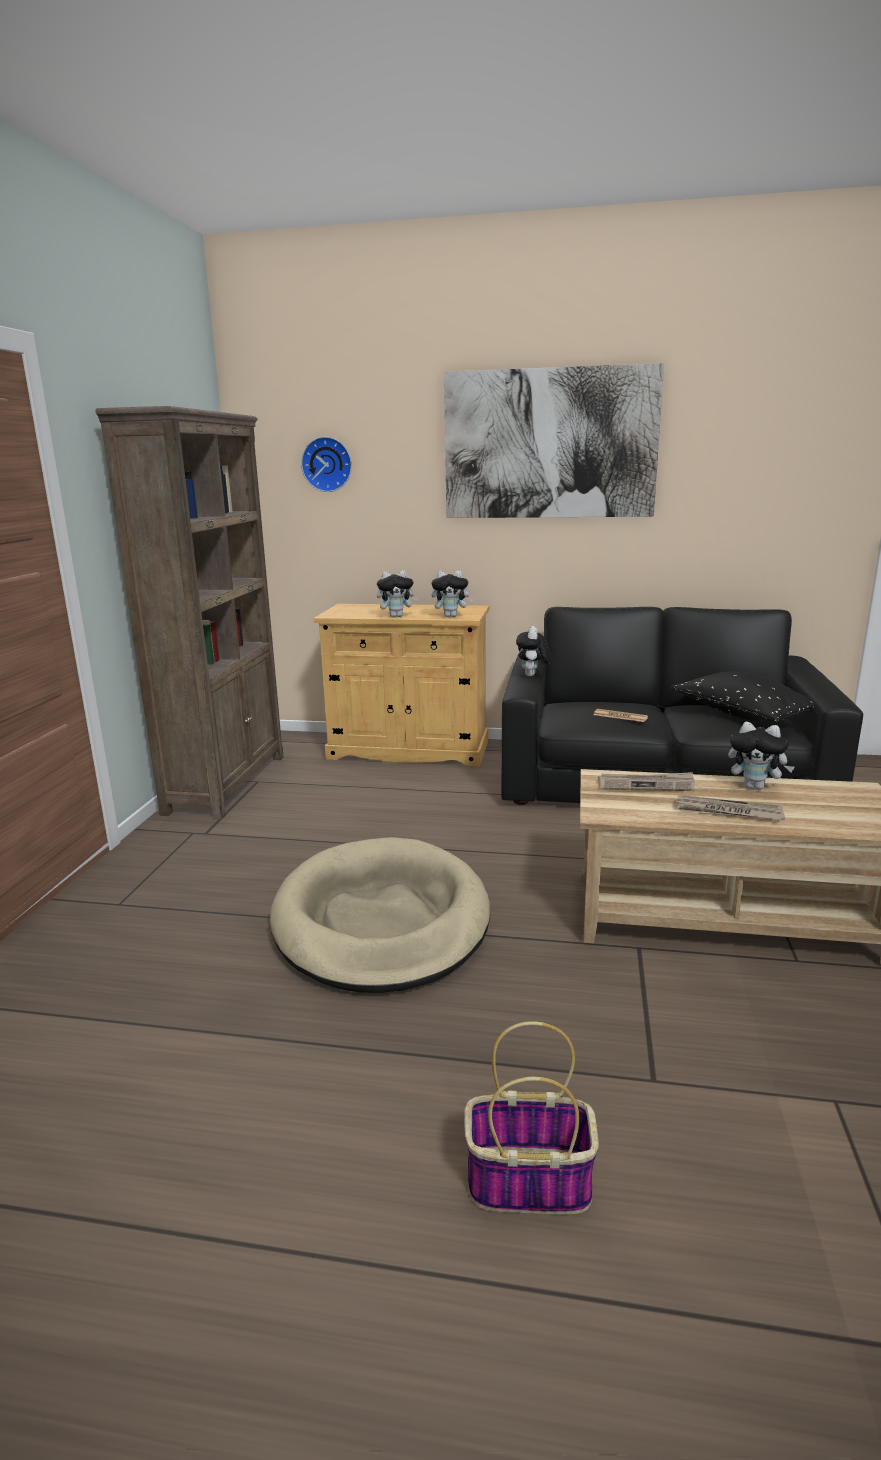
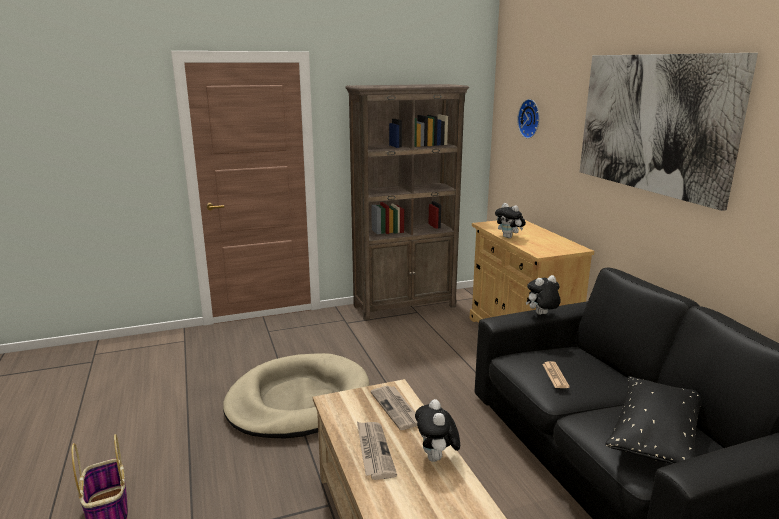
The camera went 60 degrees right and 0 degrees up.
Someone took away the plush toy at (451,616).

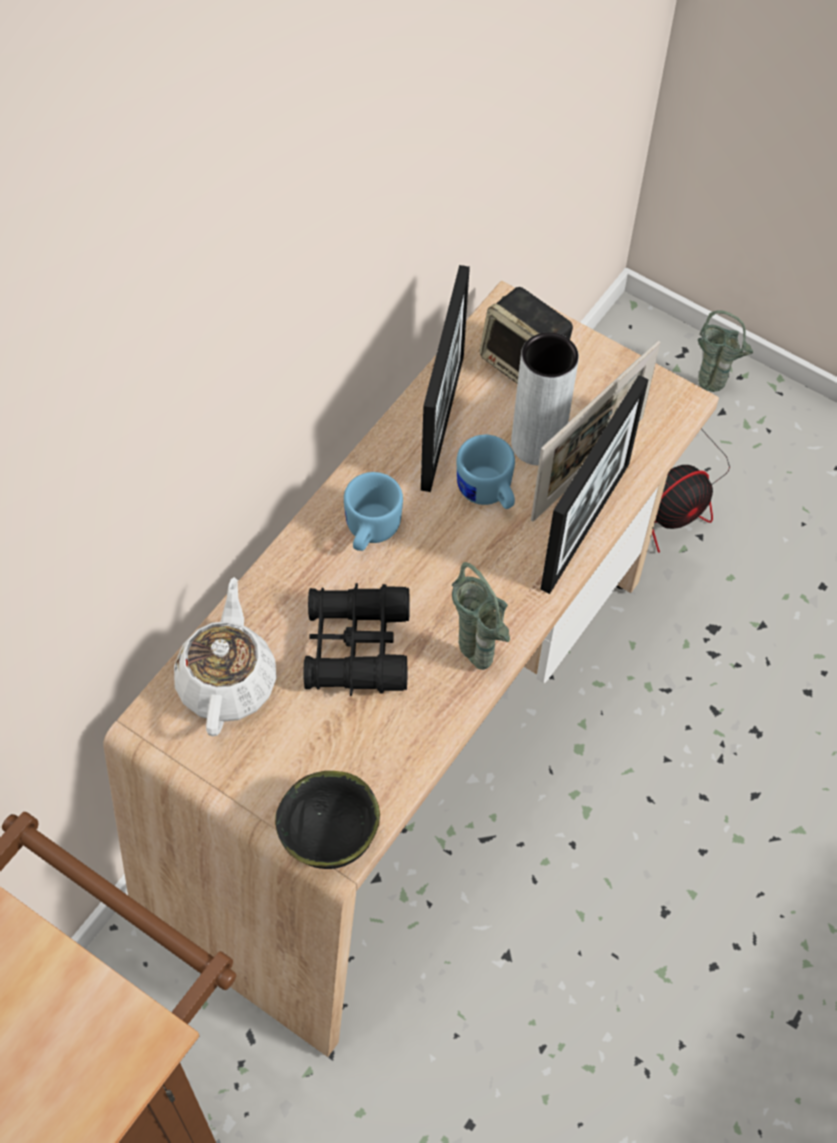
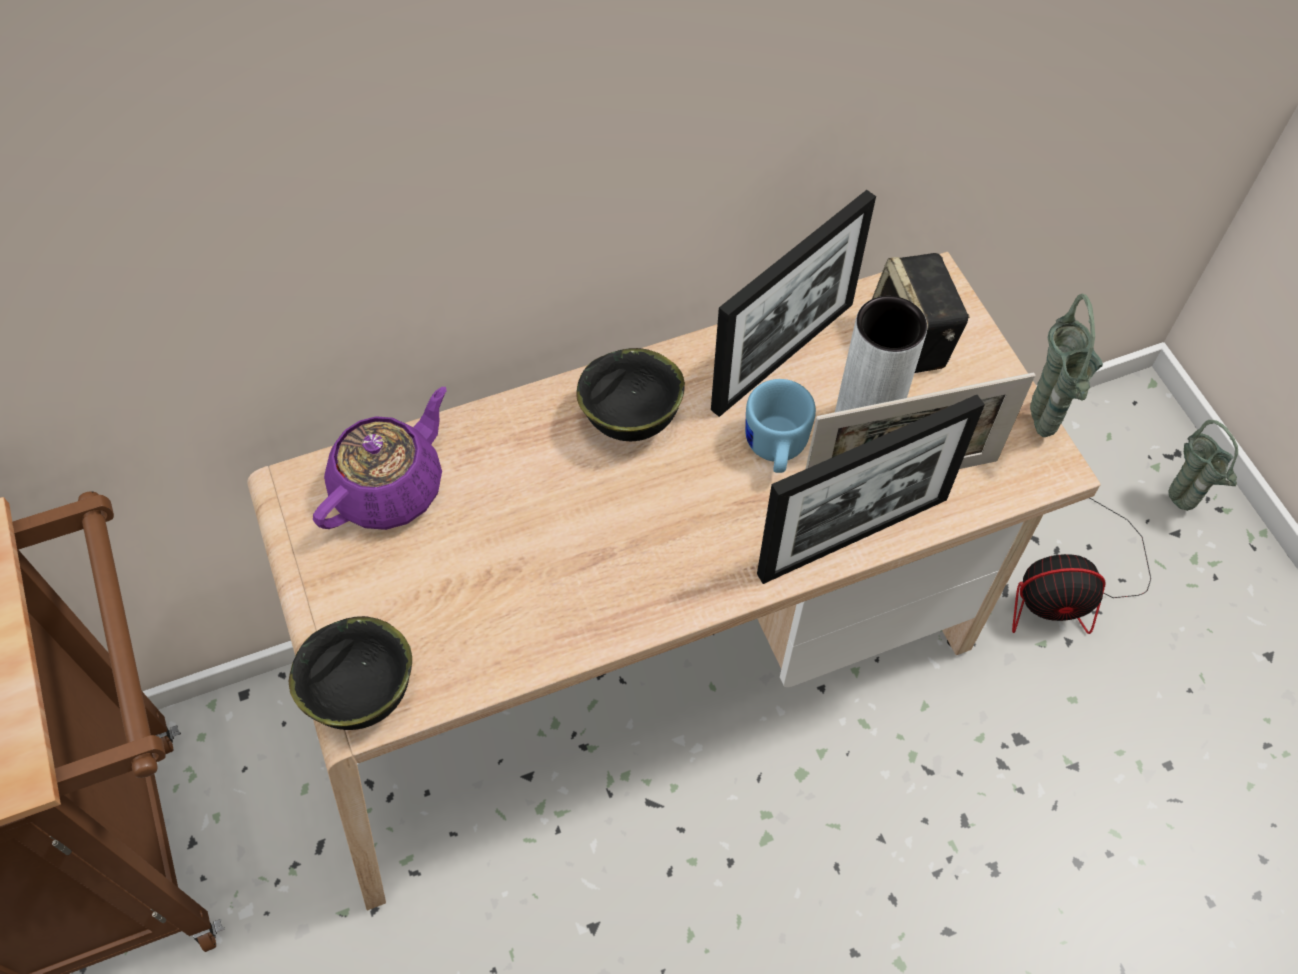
The camera went 35 degrees right and 0 degrees up.
Someone repainted the teapot (white) at (227,681), which became the teapot (purple) at (390,487).
Someone swapped the mug (blue) at (369,532) for the bowl (black) at (630,422).
Someone carried the vase (green) from (478,664) to (1040,432).
Someone took away the binoculars (black) at (356,647).

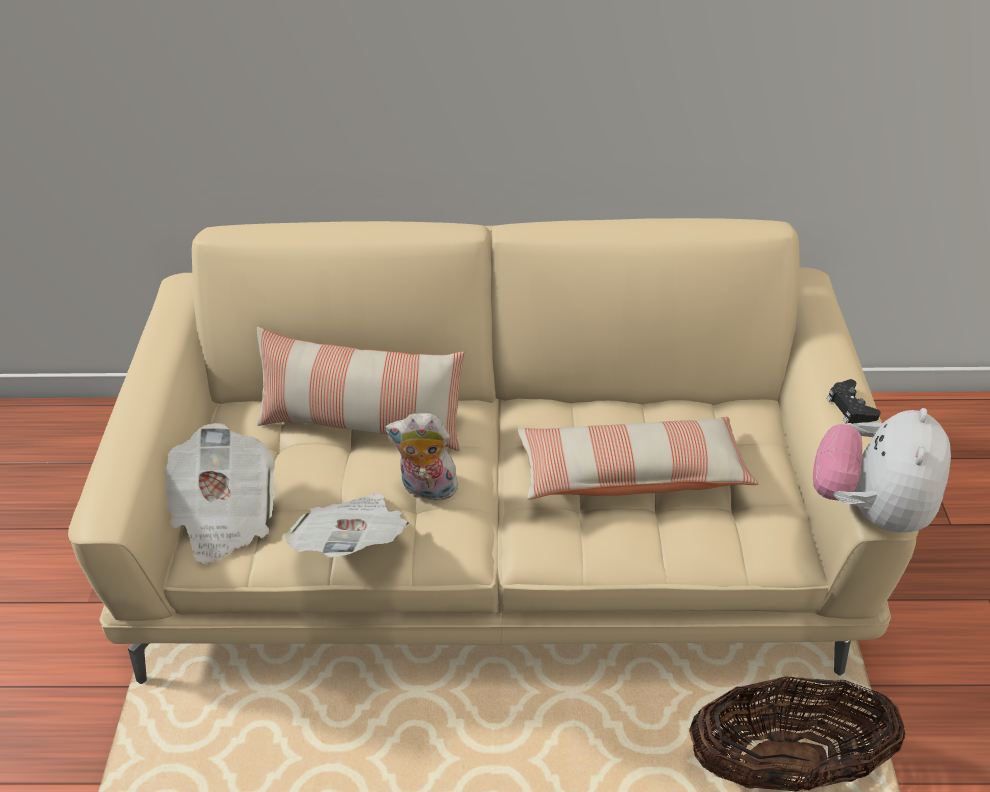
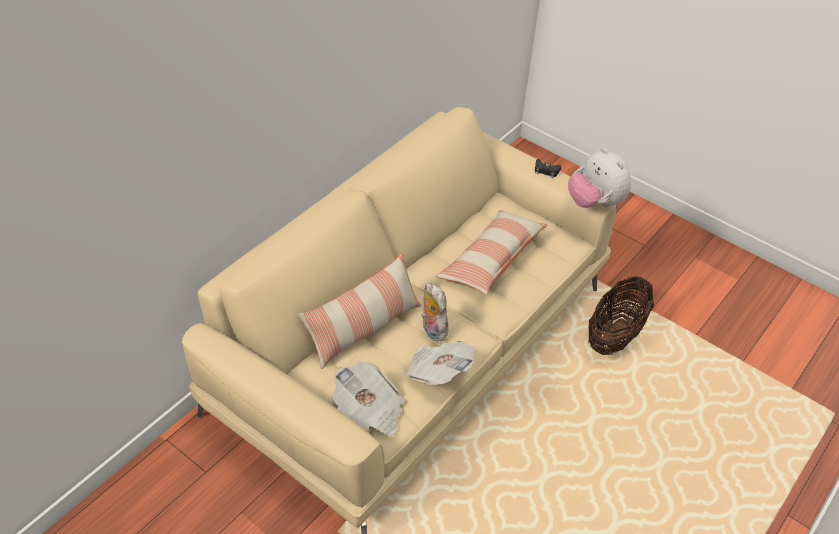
The camera went 55 degrees left and 0 degrees up.
Someone rotated the plush toy at (427,489) by 105 degrees clockwise.

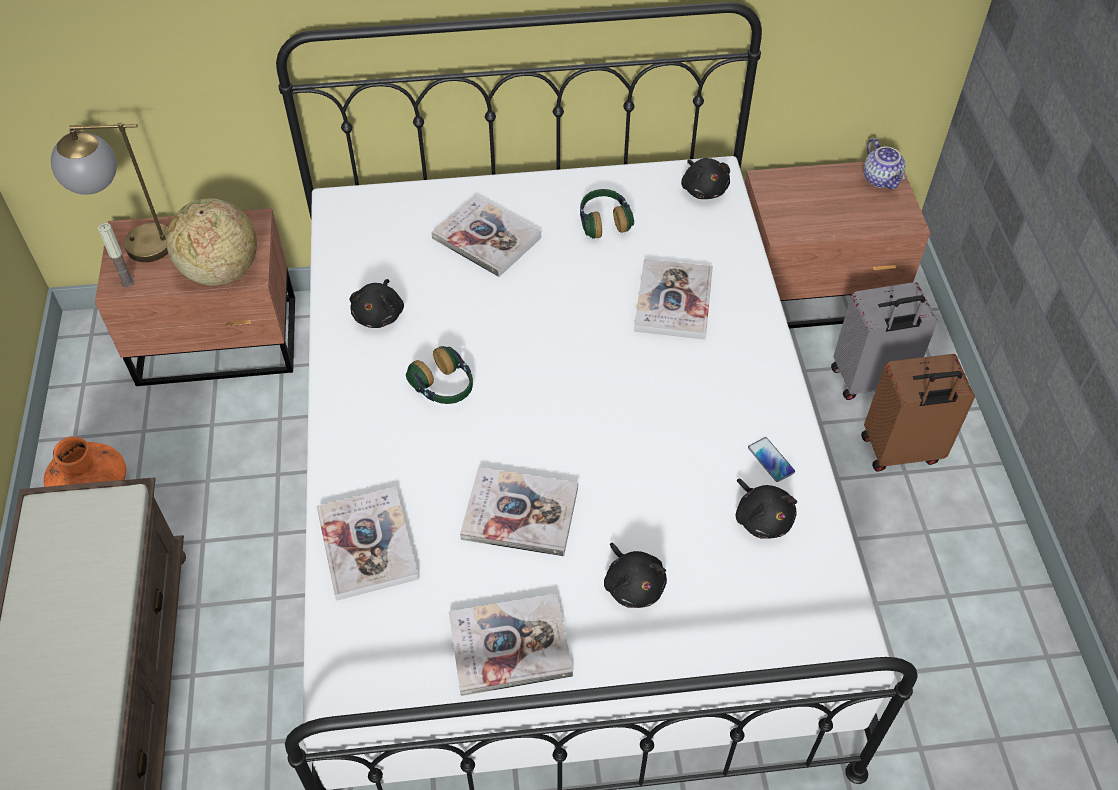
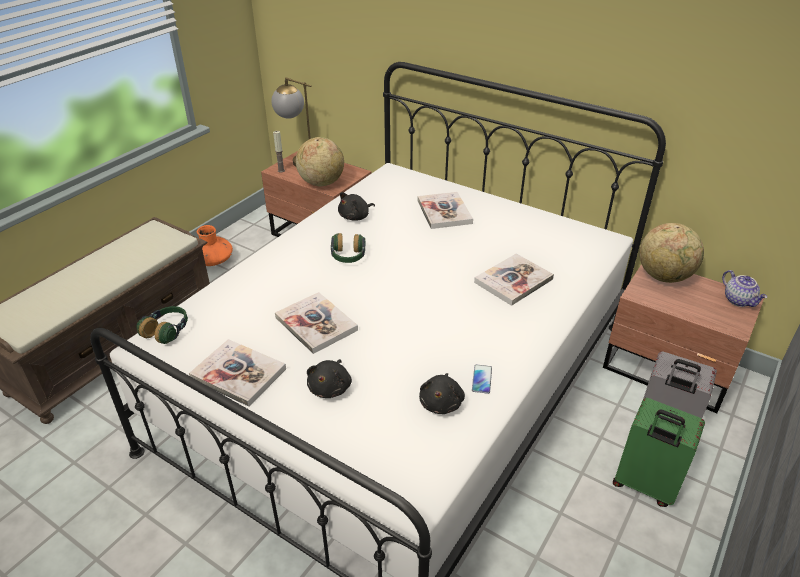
The camera went 40 degrees right and 15 degrees down.
Someone carried the headphones from (604,221) to (167,331).
Someone repainted the suitcase (brown) at (901,451), which became the suitcase (green) at (644,485).
Someone put down the globe at (664,276).
Someone rotated the teapot at (882,179) by 45 degrees counterclockwise.
Someone took away the book at (367,544).
Someone took away the plush toy (black) at (703,189).

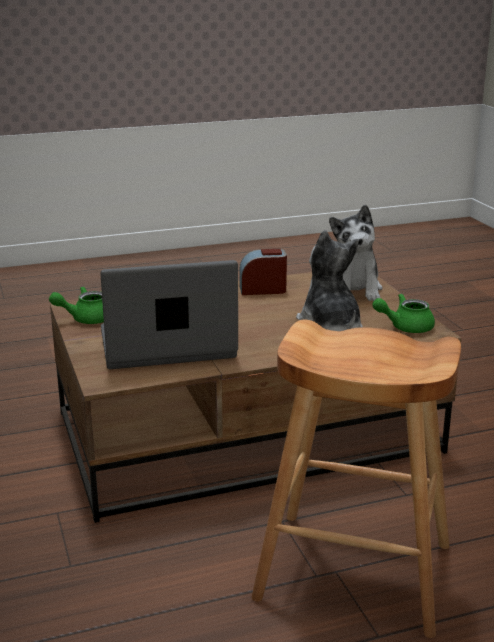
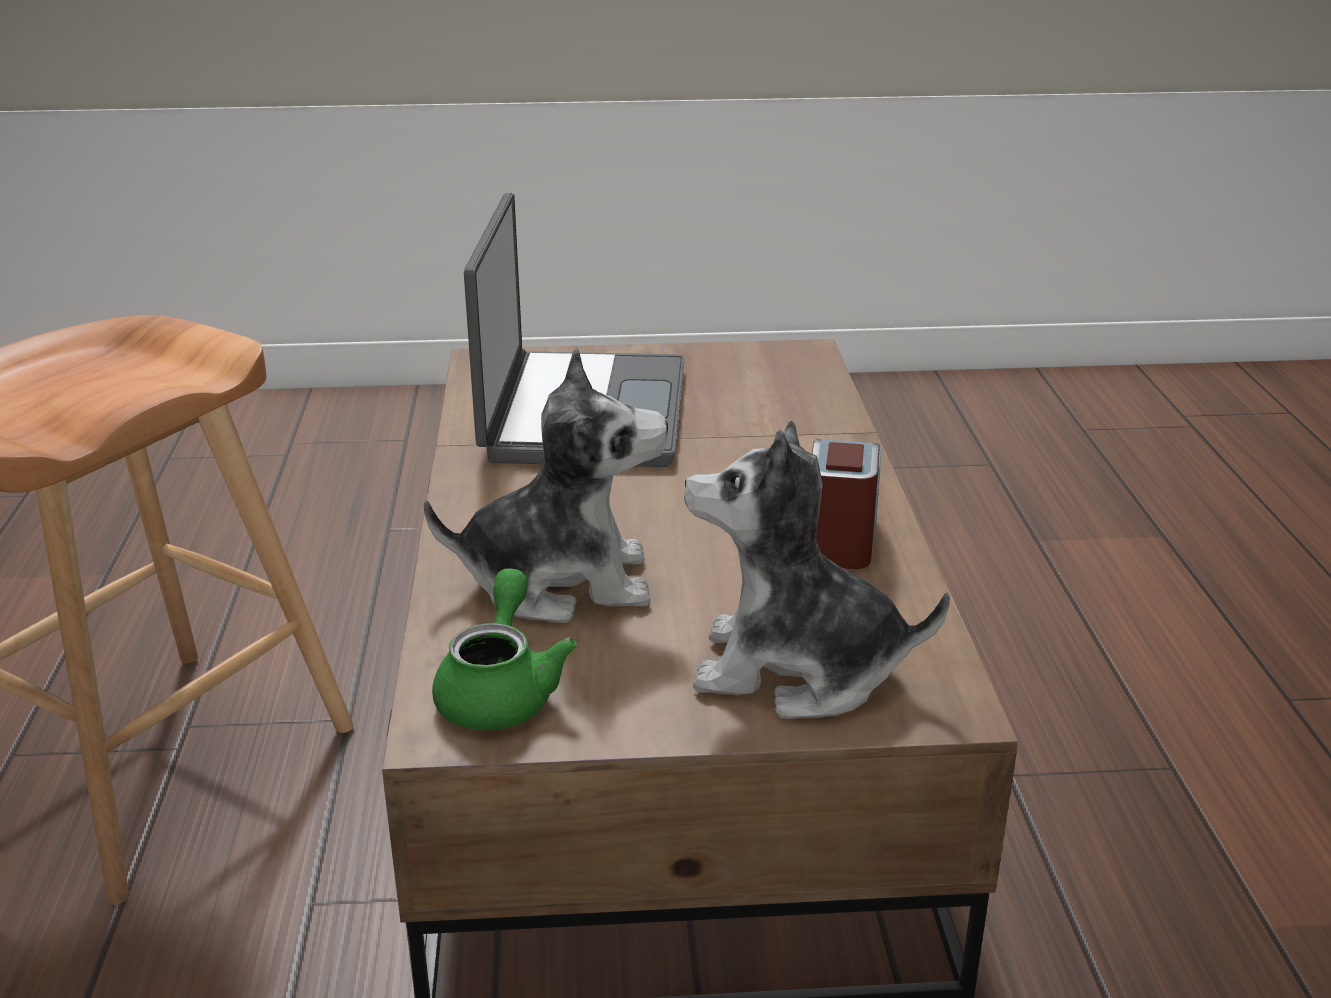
The camera went 105 degrees right and 5 degrees up.
Someone took away the teapot (green) at (86,319).

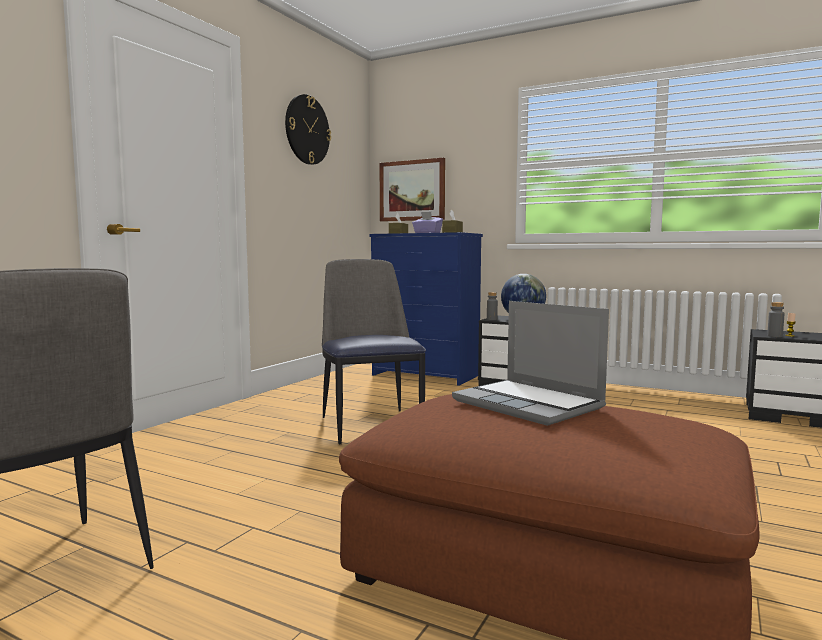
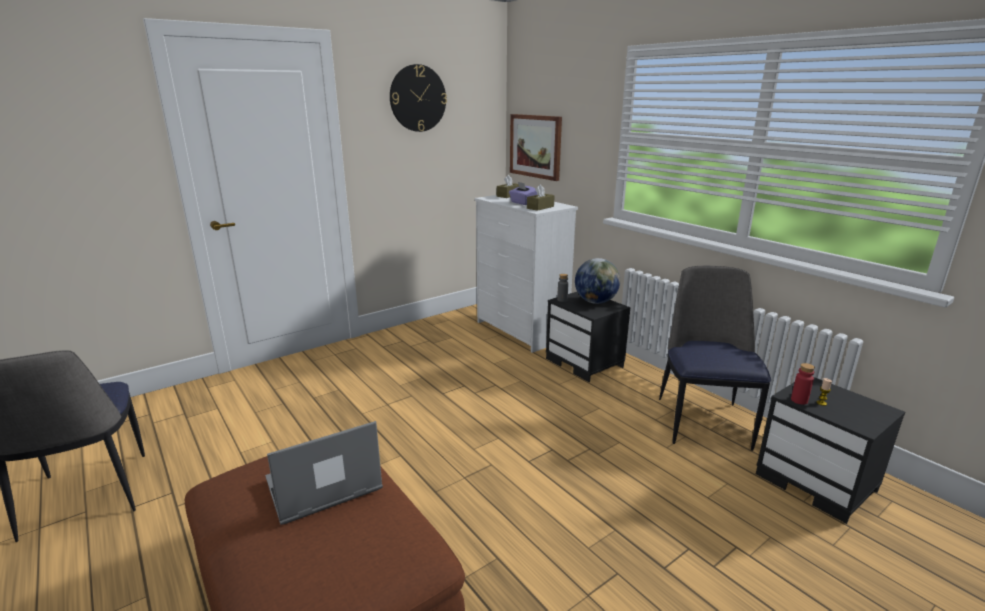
The camera went 25 degrees right and 15 degrees up.
Someone rotated the laptop at (530,404) by 75 degrees clockwise.
Someone repainted the dresser (blue) at (426,375), which became the dresser (white) at (521,331).
Someone carried the chair from (370,425) to (703,421).
Someone repainted the bottle (grey) at (774,336), which became the bottle (red) at (799,400).

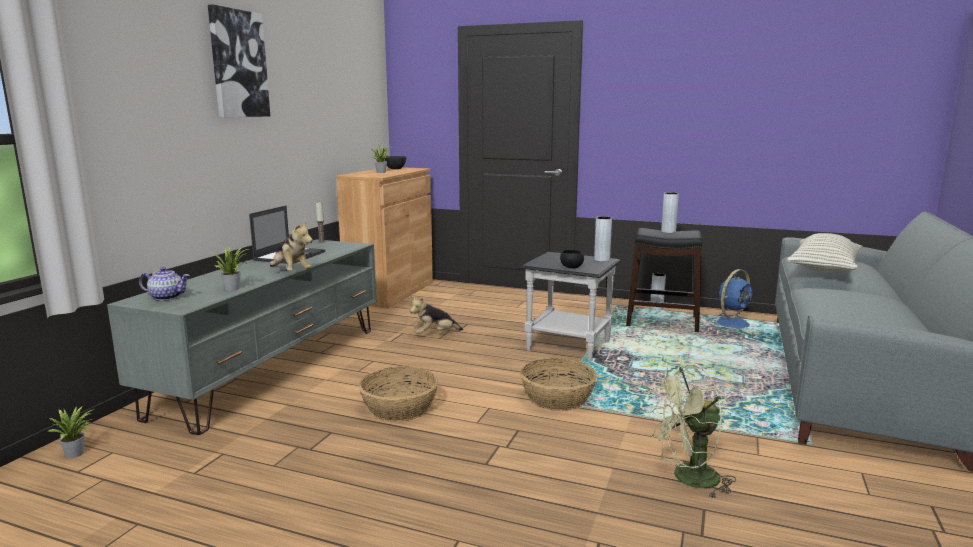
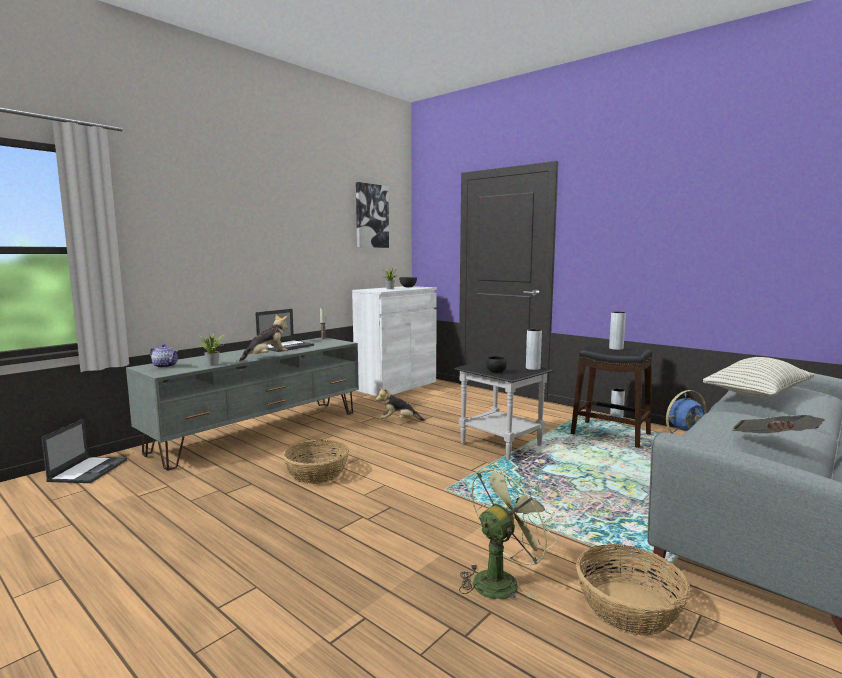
The camera went 20 degrees right and 5 degrees down.
Someone swapped the potted plant at (77,453) for the laptop at (89,470).
Someone rotated the plush toy at (290,272) by 105 degrees counterclockwise.
Someone repainted the cabinet (brown) at (390,292), which became the cabinet (white) at (396,386).
Someone carried the picture from (238,64) to (371,216).
Someone rotated the fan (green) at (687,479) by 135 degrees clockwise.
Someone carried the basket from (557,398) to (628,608).
Someone put down the newspaper at (773,445).

